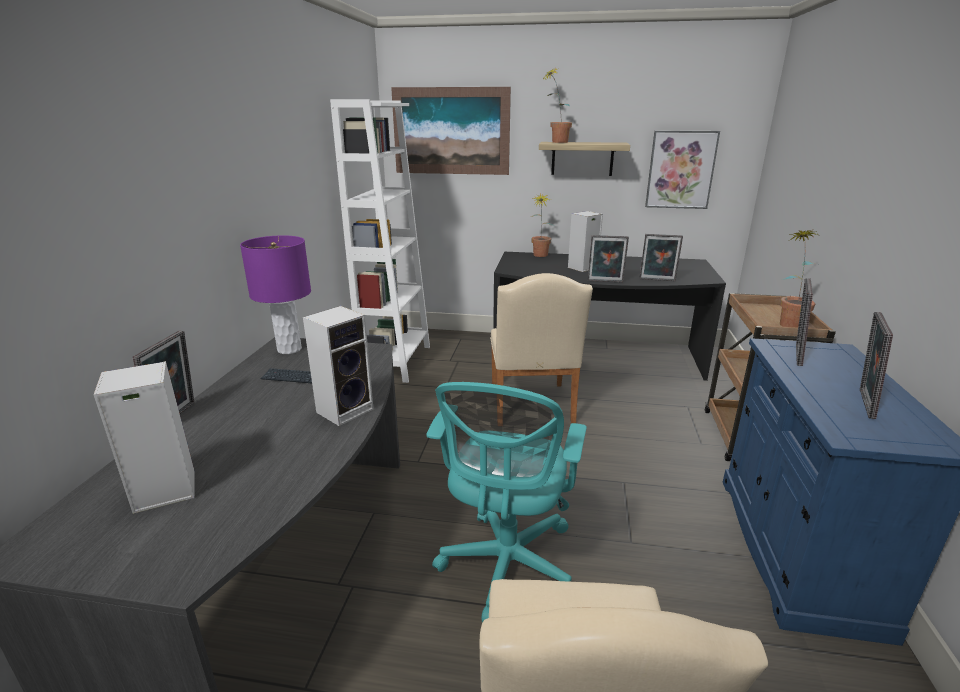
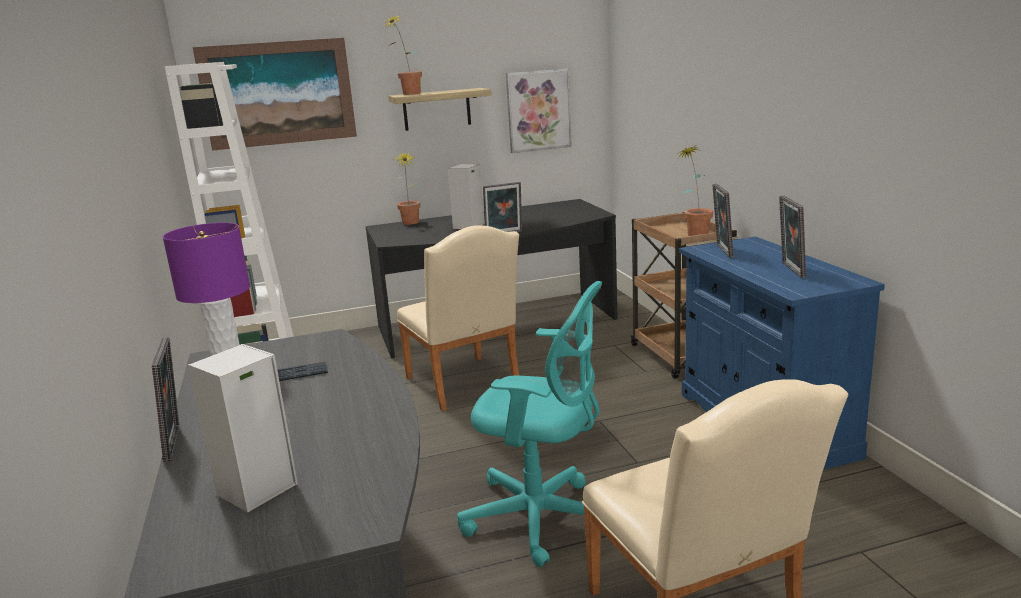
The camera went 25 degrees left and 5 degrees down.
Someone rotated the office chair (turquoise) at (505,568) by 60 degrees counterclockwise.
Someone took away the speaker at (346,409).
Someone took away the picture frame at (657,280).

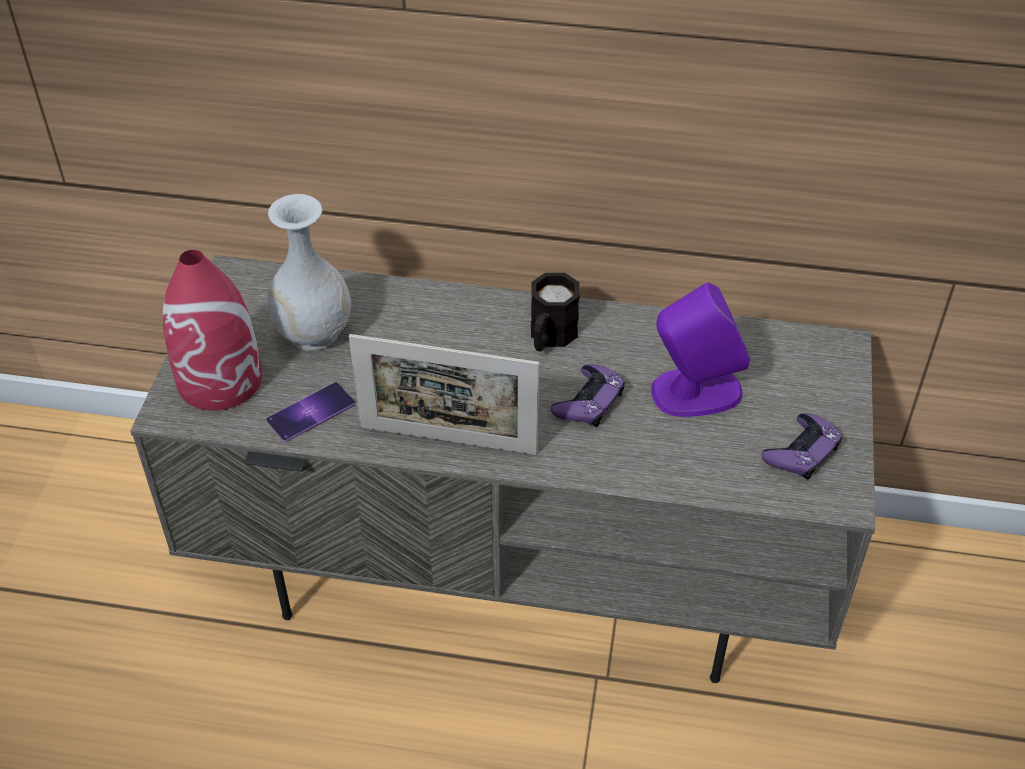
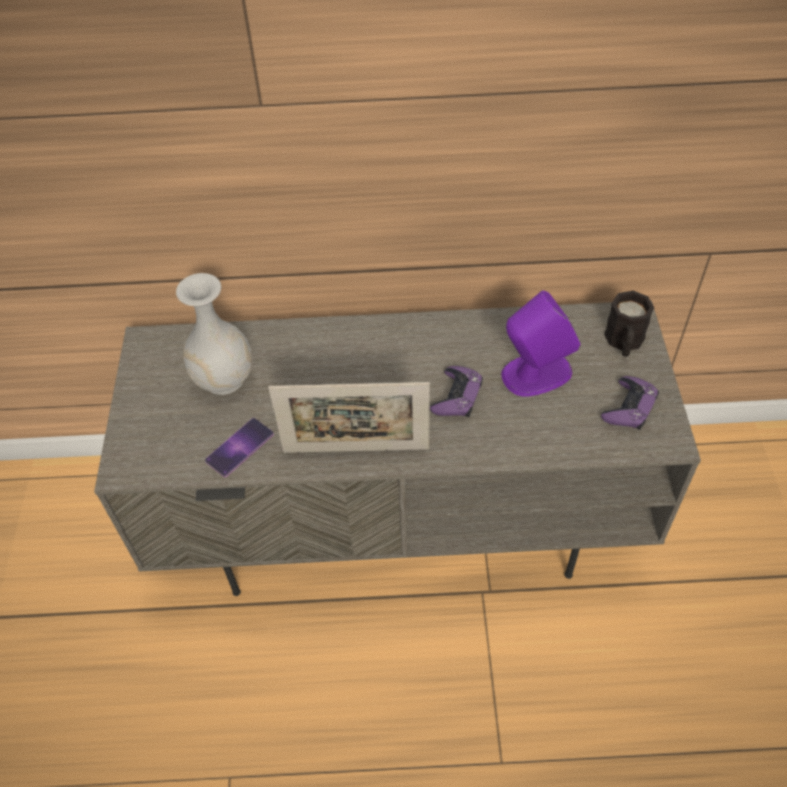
The camera went 10 degrees left and 5 degrees up.
Someone carried the mug (black) from (550,337) to (624,343).
Someone took away the vase (red) at (221,379).

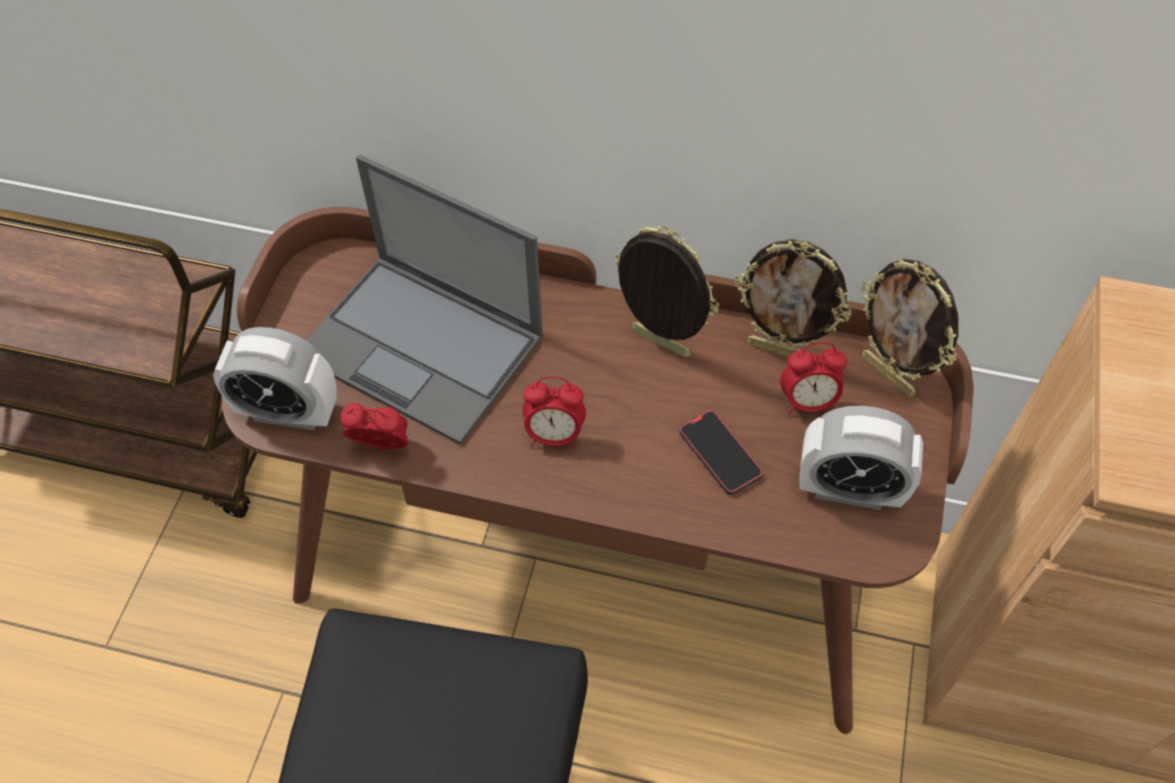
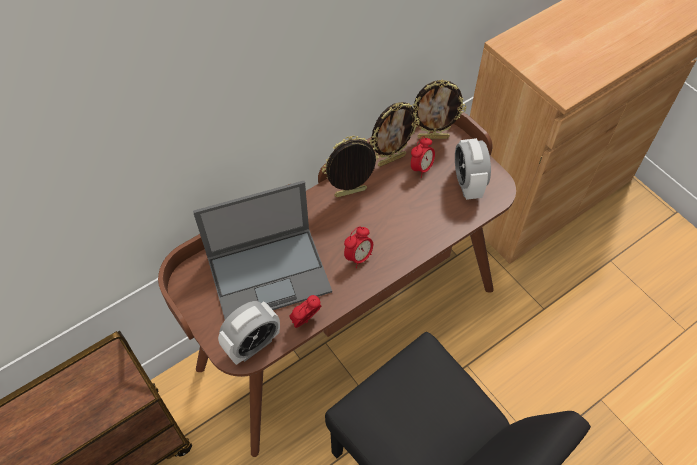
The camera went 50 degrees left and 0 degrees up.
Someone rotated the alarm clock at (848,489) by 120 degrees clockwise.
Someone took away the phone at (719,454).

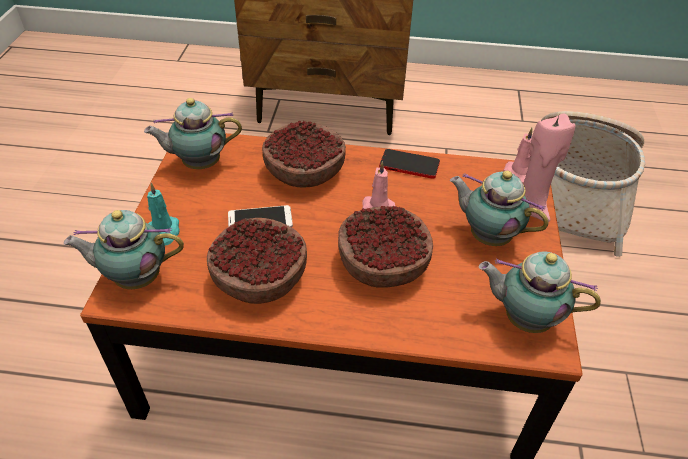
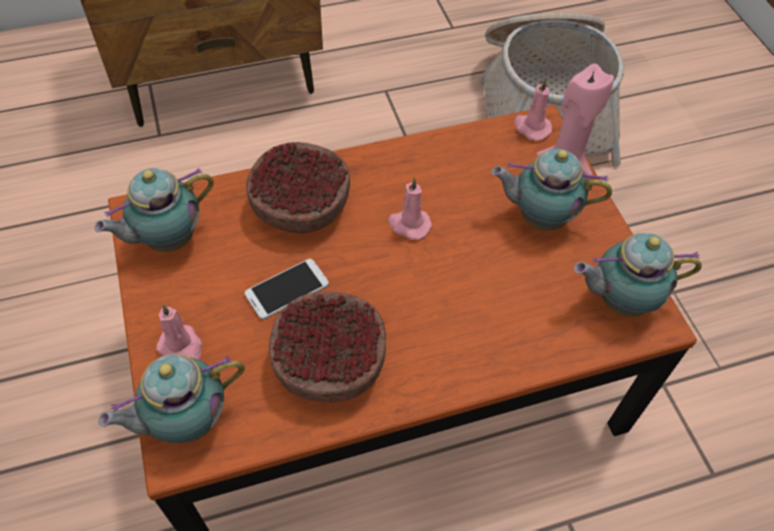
The camera went 25 degrees left and 10 degrees up.
Someone repainted the candle (turquoise) at (164,232), which became the candle (pink) at (182,348).
Someone took away the bowl at (383,262).
Someone took away the phone at (409,165).

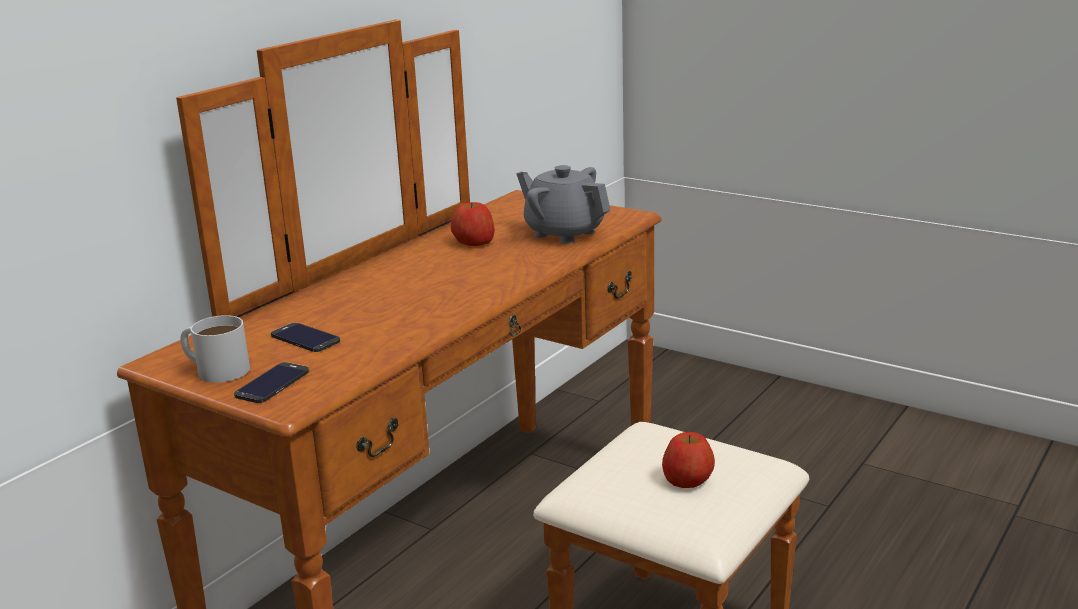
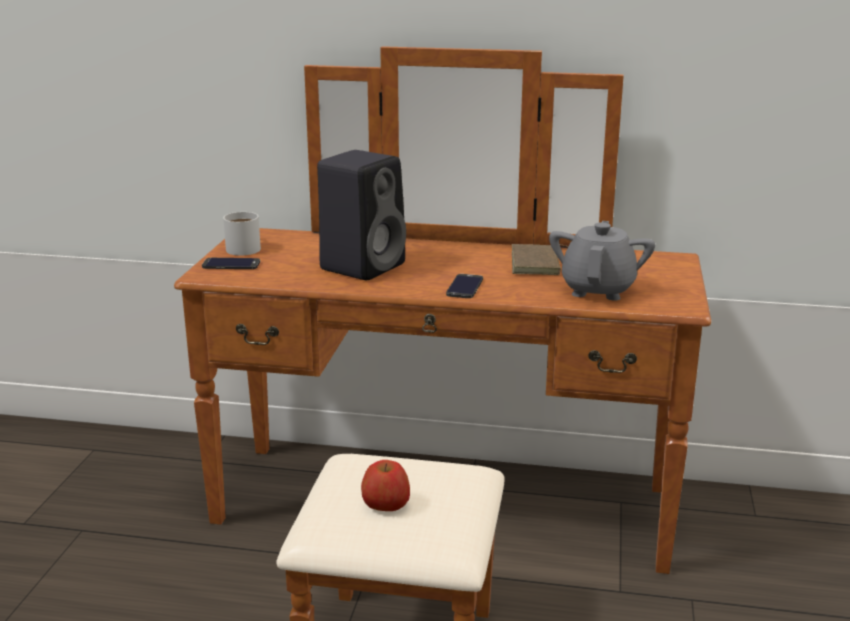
The camera went 65 degrees right and 0 degrees up.
Someone put down the speaker (black) at (364,266).
Someone carried the phone from (305,338) to (465,287).
Someone swapped the apple at (474,242) for the book (brown) at (537,264).

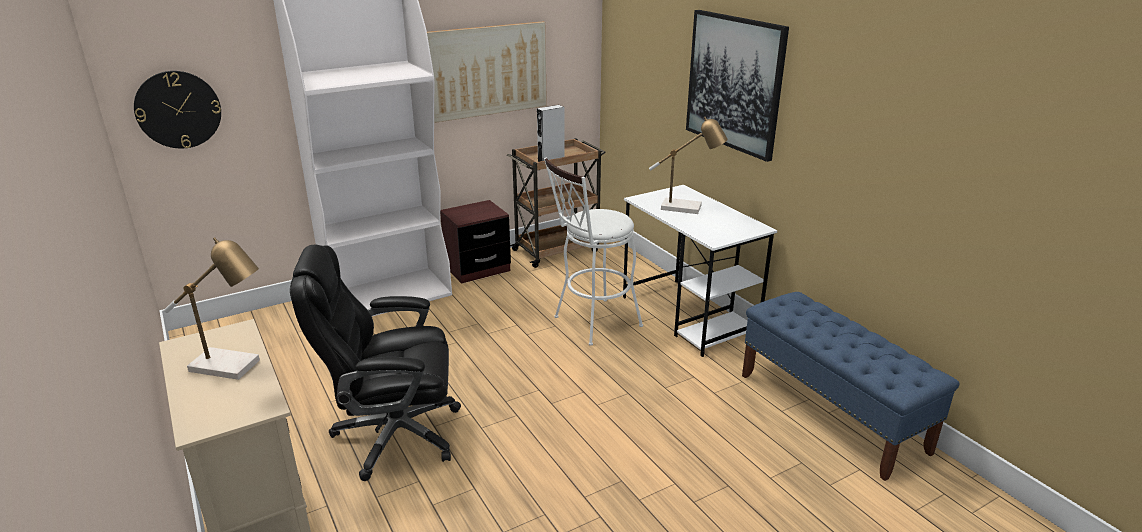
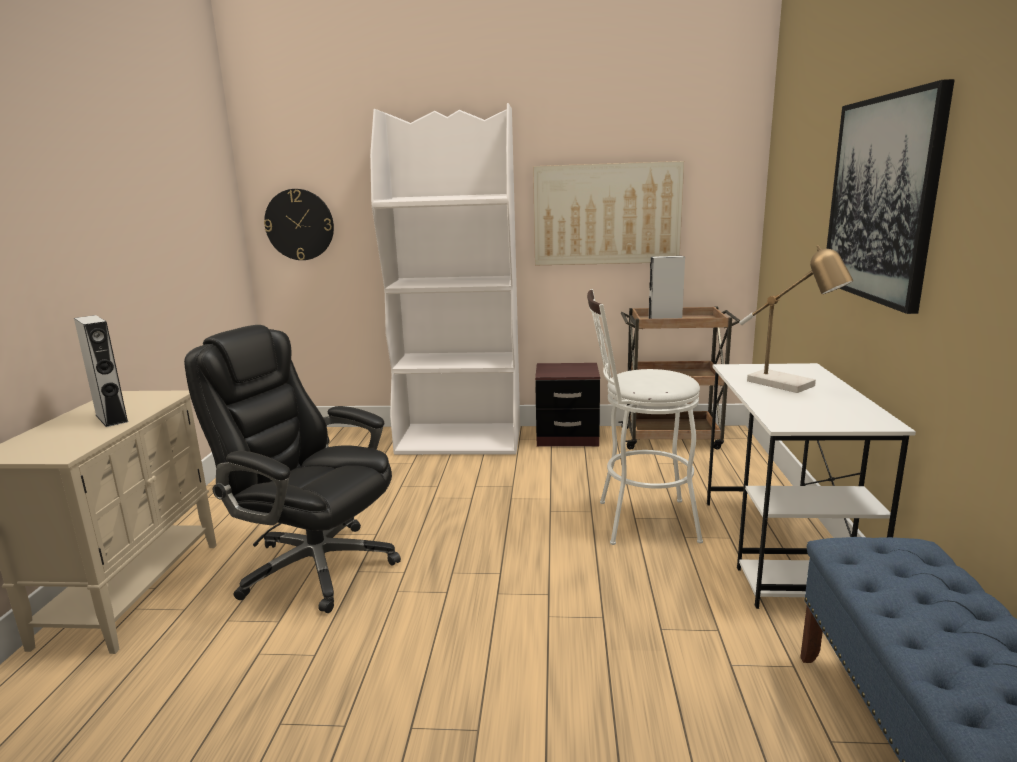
The camera went 35 degrees right and 10 degrees down.
Someone swapped the table lamp at (233,366) for the speaker (grey) at (111,418).

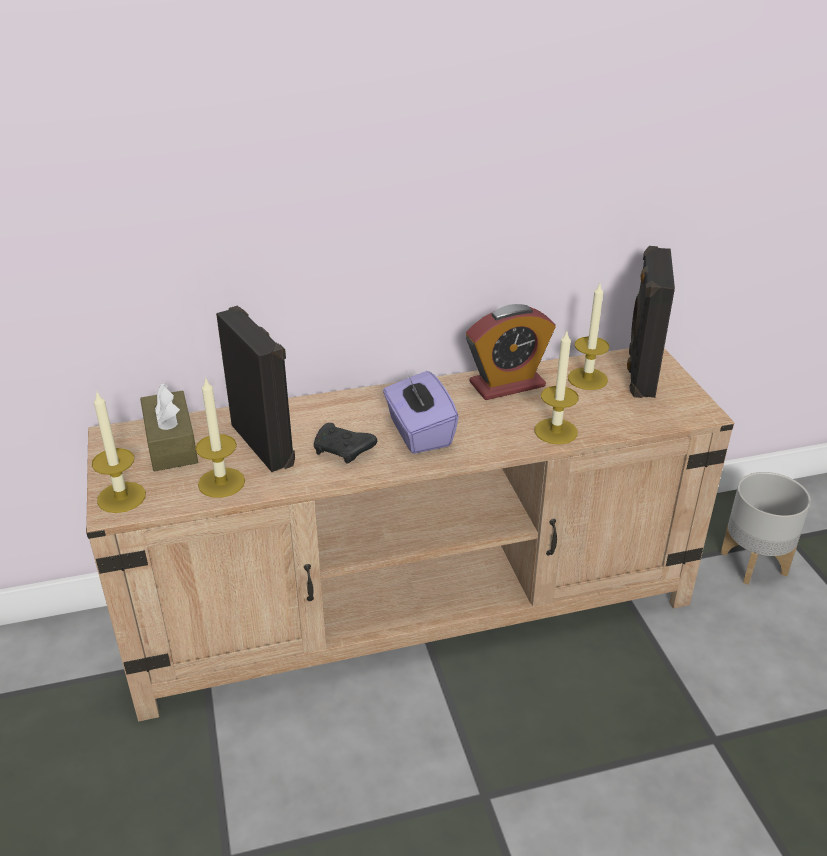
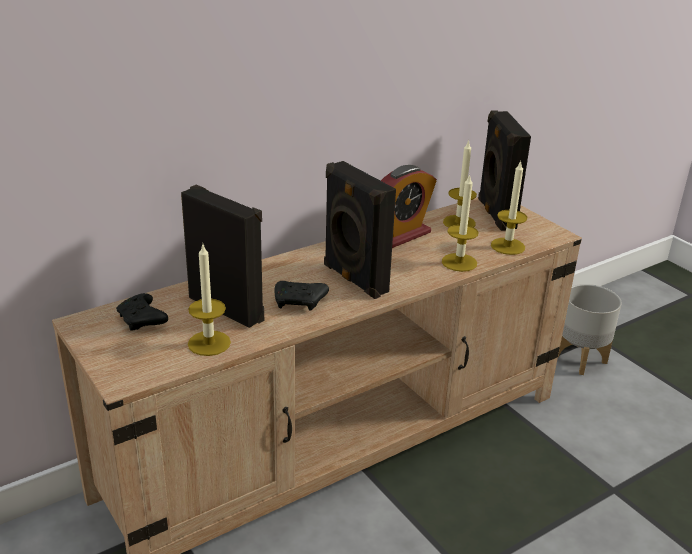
The camera went 20 degrees left and 5 degrees down.
Someone swapped the tissue box (brown) at (171,444) for the game controller (black) at (142,321).
Someone swapped the tissue box (purple) at (419,433) for the speaker (black) at (353,279).
Someone carried the candle from (121,497) to (507,246).

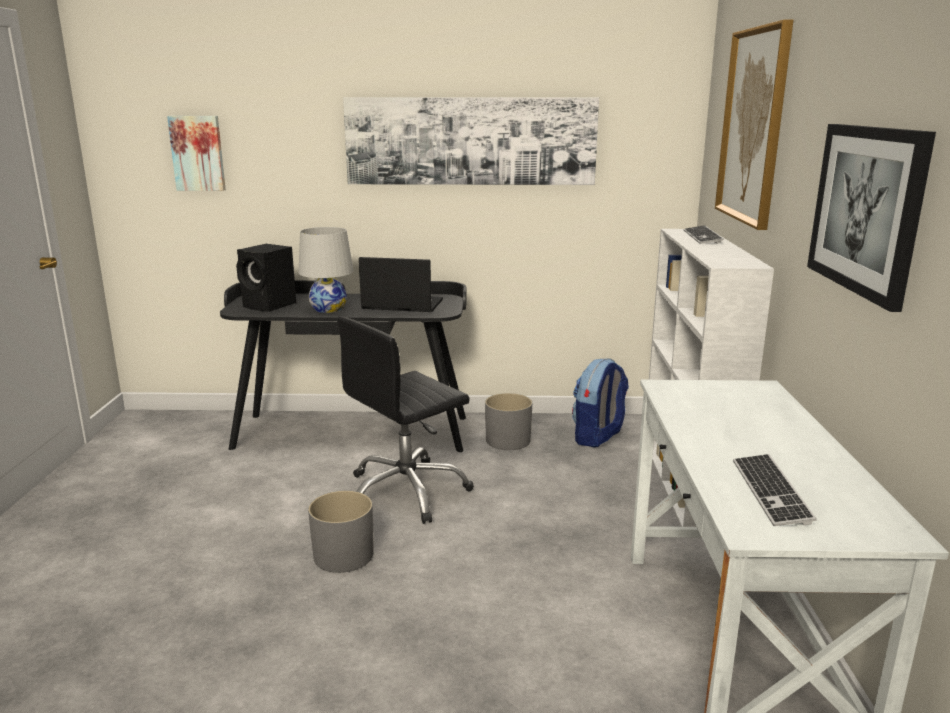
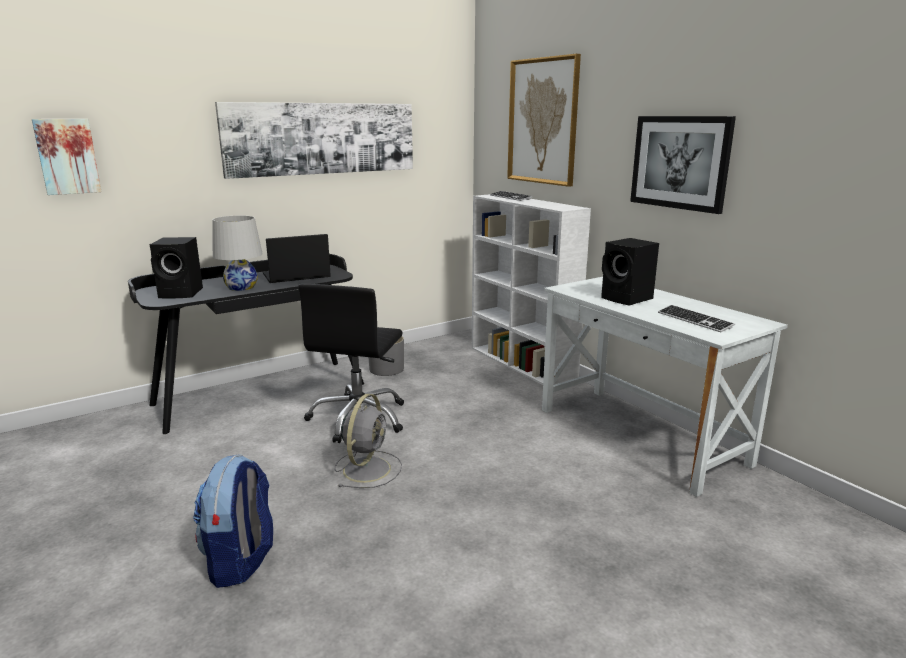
The camera went 35 degrees left and 0 degrees up.
Someone carried the backpack from (598,437) to (241,561).
Someone swapped the planter (grey) at (343,555) for the fan (grey) at (368,468).
Someone put down the speaker (black) at (628,299).

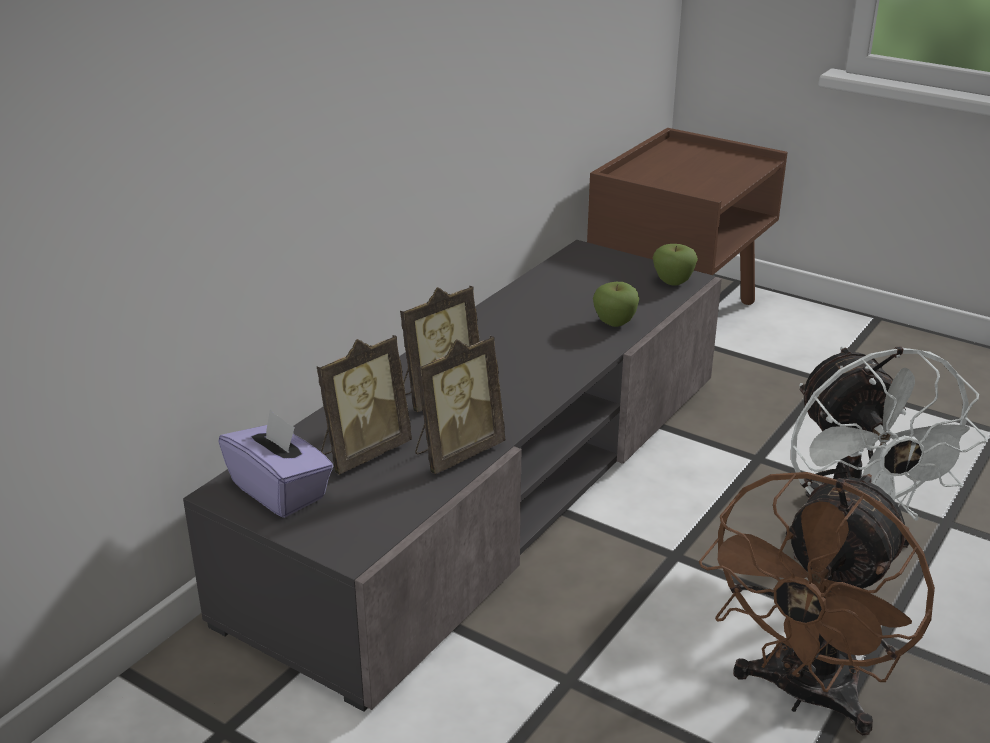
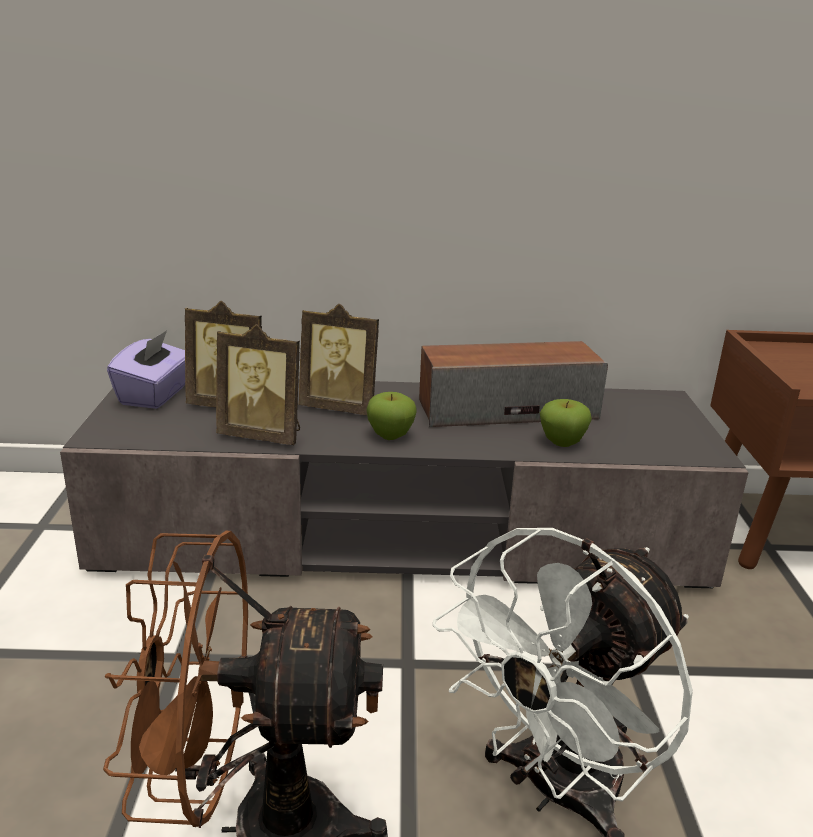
The camera went 55 degrees right and 5 degrees down.
Someone carried the apple from (673,282) to (390,436).
Someone put down the speaker at (506,409).

